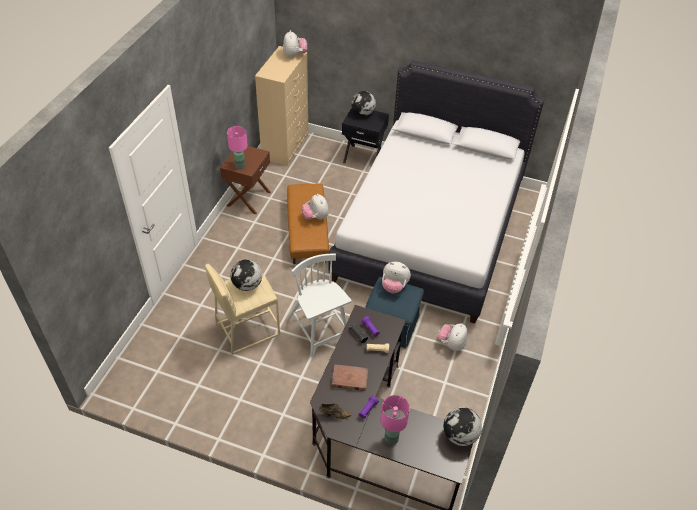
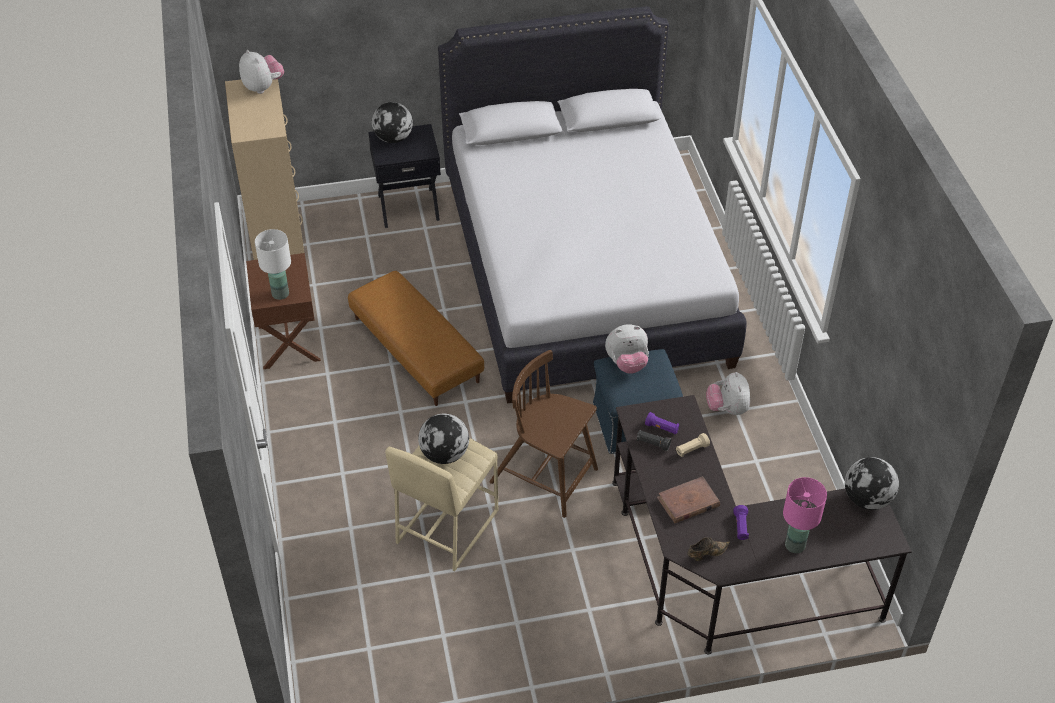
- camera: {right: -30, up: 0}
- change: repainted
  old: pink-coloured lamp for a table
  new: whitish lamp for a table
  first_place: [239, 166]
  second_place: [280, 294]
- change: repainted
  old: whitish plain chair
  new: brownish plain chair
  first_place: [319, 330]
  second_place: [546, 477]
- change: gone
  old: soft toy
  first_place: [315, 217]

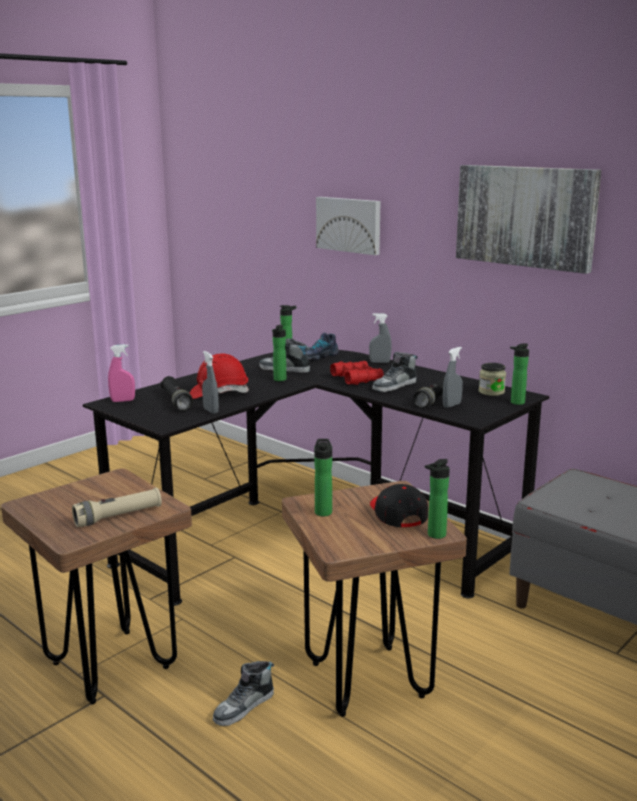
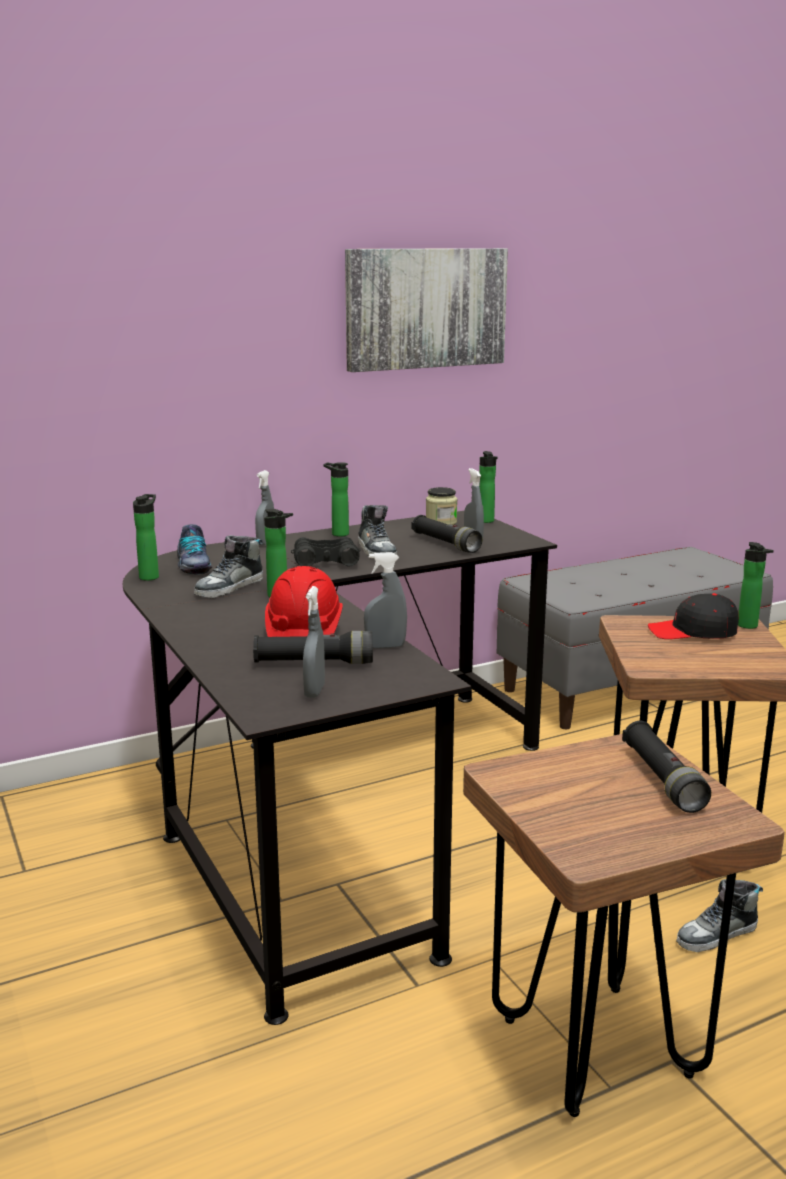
- camera: {right: -70, up: 0}
- change: repainted
  old: red field glasses
  new: blackish field glasses
  first_place: [357, 379]
  second_place: [325, 561]
- change: new
  new: gray spray bottle
  second_place: [314, 691]
- change: shifted
  old: bottle
  first_place: [323, 511]
  second_place: [337, 534]
- change: repainted
  old: beige-coloured torch
  new: blackish torch
  first_place: [118, 517]
  second_place: [662, 780]
- change: rotated
  old: item of footwear
  first_place: [244, 707]
  second_place: [717, 935]
  degrees: 90
- change: gone
  old: pink-coloured spray bottle
  first_place: [123, 401]
- change: gone
  old: wall picture
  first_place: [349, 225]

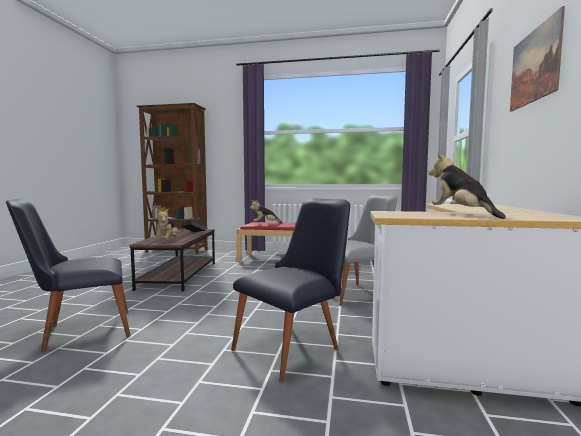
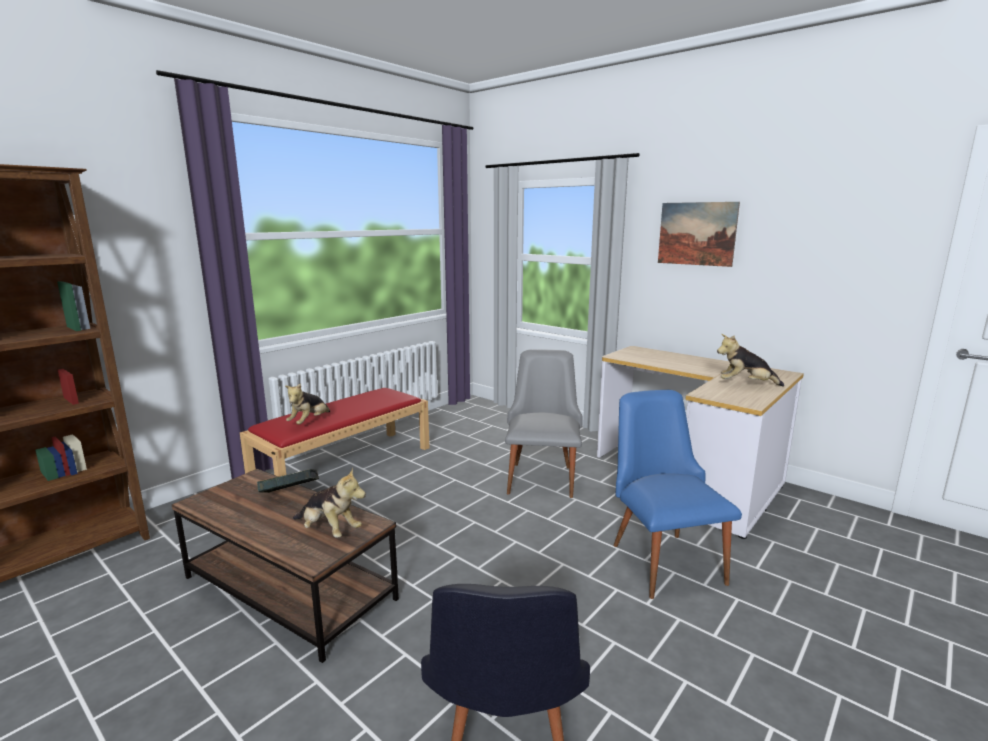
- camera: {right: -60, up: 10}
- change: repainted
  old: blackish plain chair
  new: blue-coloured plain chair
  first_place: [295, 347]
  second_place: [662, 557]

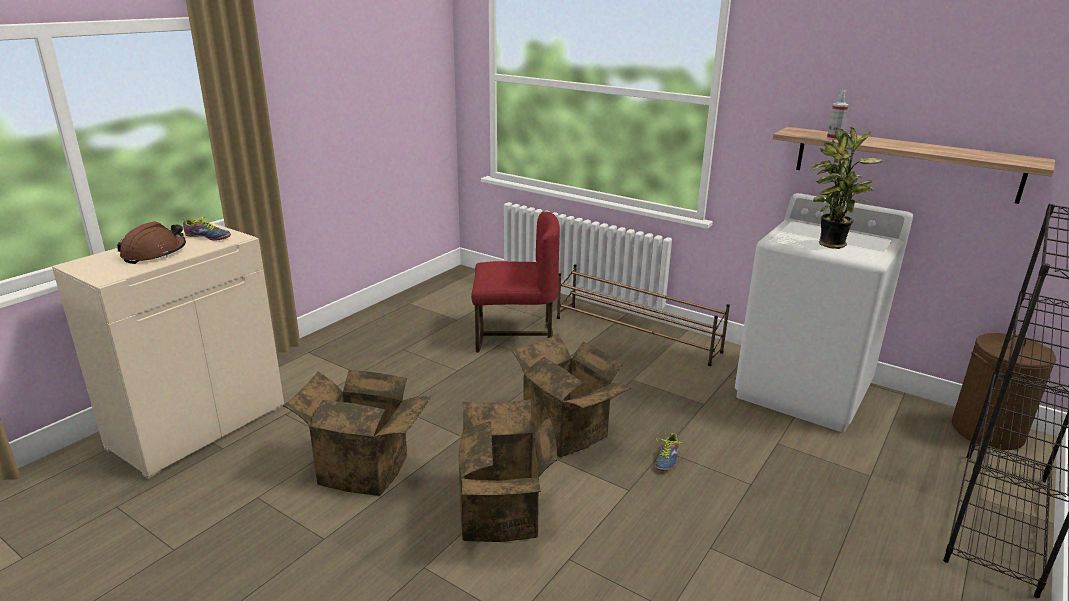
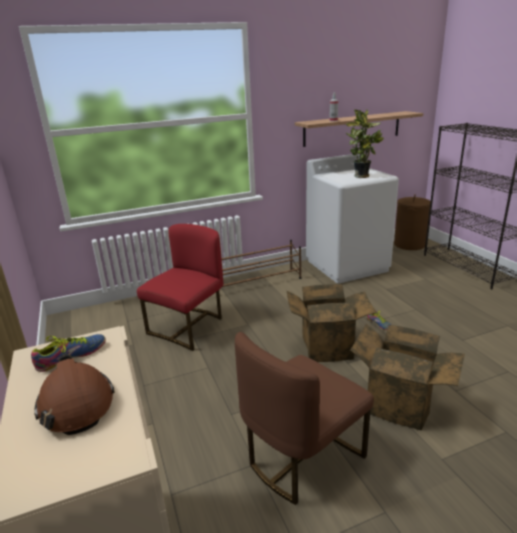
- camera: {right: -55, up: 0}
- change: swapped
  old: packing box
  new: brownish plain chair
  first_place: [367, 467]
  second_place: [302, 457]

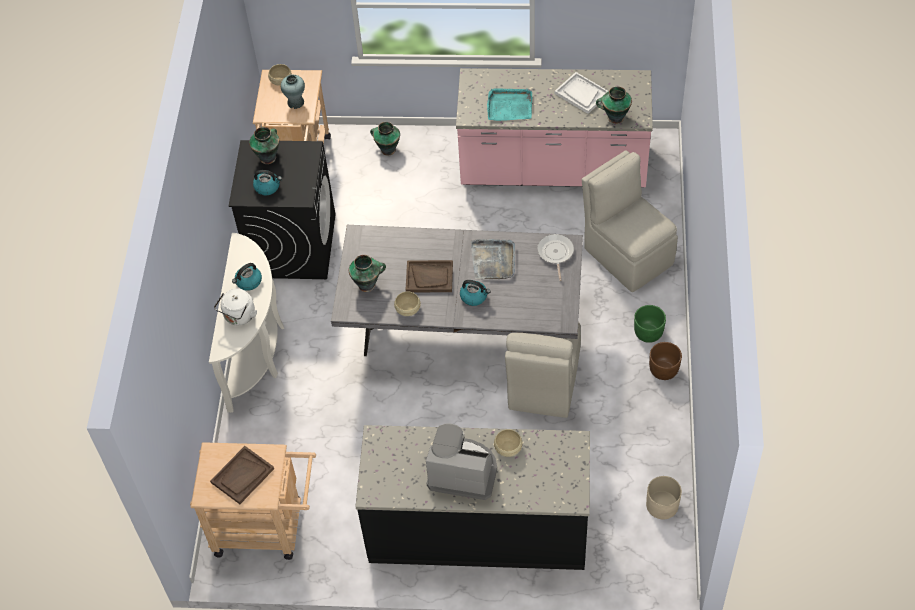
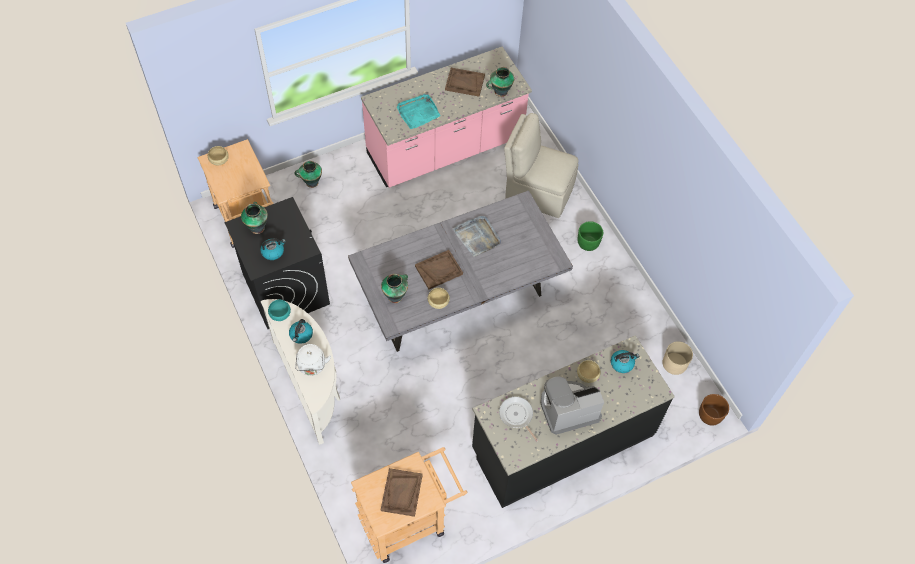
- camera: {right: -35, up: 5}
- change: new
  new: turquoise serving bowl
  second_place: [280, 313]
- change: repainted
  old: whitish tray
  new: brownish tray
  first_place: [581, 94]
  second_place: [464, 83]
- change: shifted
  old: skillet
  first_place: [555, 253]
  second_place: [517, 416]
- change: shifted
  old: water kettle
  first_place: [474, 296]
  second_place: [622, 363]
- change: shifted
  old: brownish planter
  first_place: [664, 370]
  second_place: [710, 415]
- change: gone
  old: turquoise decorative vase
  first_place: [296, 102]
- change: gone
  old: beige-coloured plain chair
  first_place: [543, 384]

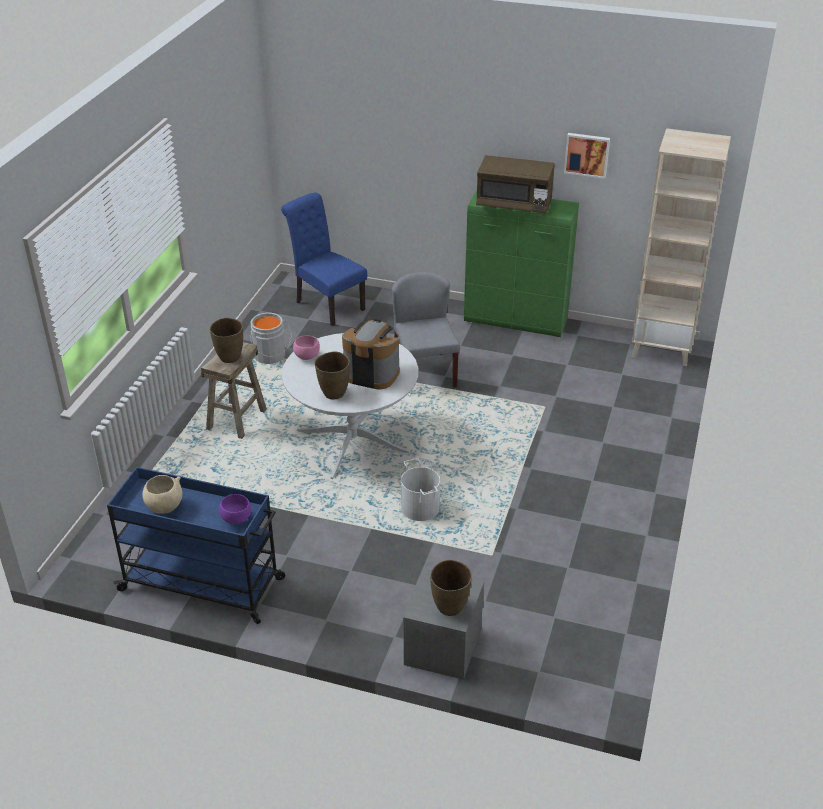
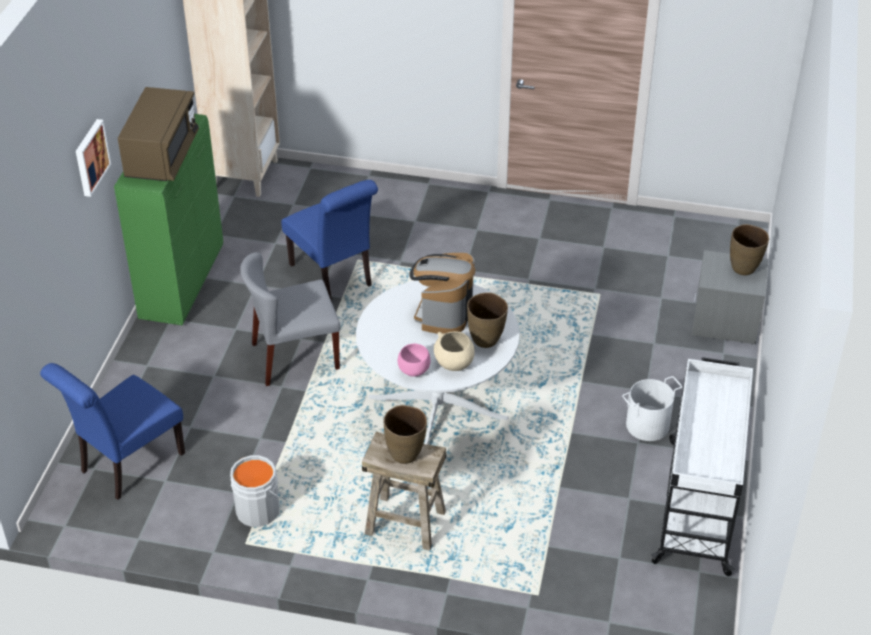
- camera: {right: -95, up: 5}
- change: shifted
  old: wall picture
  first_place: [587, 154]
  second_place: [90, 157]
- change: new
  new: blue-coloured plain chair
  second_place: [334, 278]
- change: shifted
  old: beige-coloured serving bowl
  first_place: [164, 506]
  second_place: [454, 364]
- change: shifted
  old: whitish bucket
  first_place: [420, 508]
  second_place: [647, 424]
- change: repainted
  old: blue-coloured cart
  new: whitish cart
  first_place: [204, 585]
  second_place: [698, 504]
- change: gone
  old: purple serving bowl
  first_place: [237, 519]

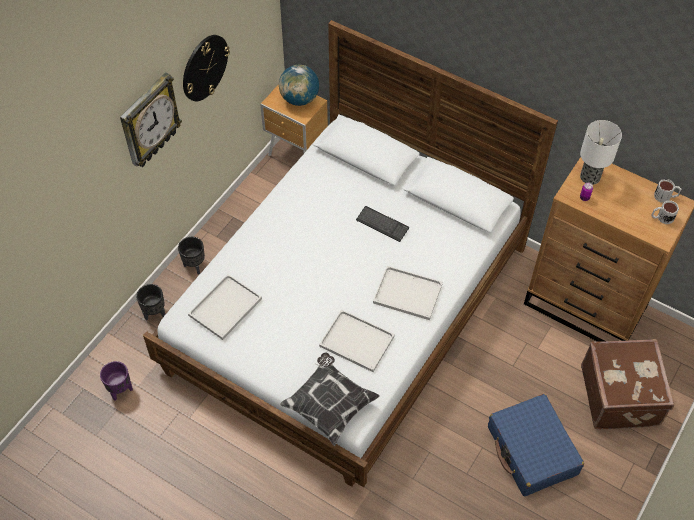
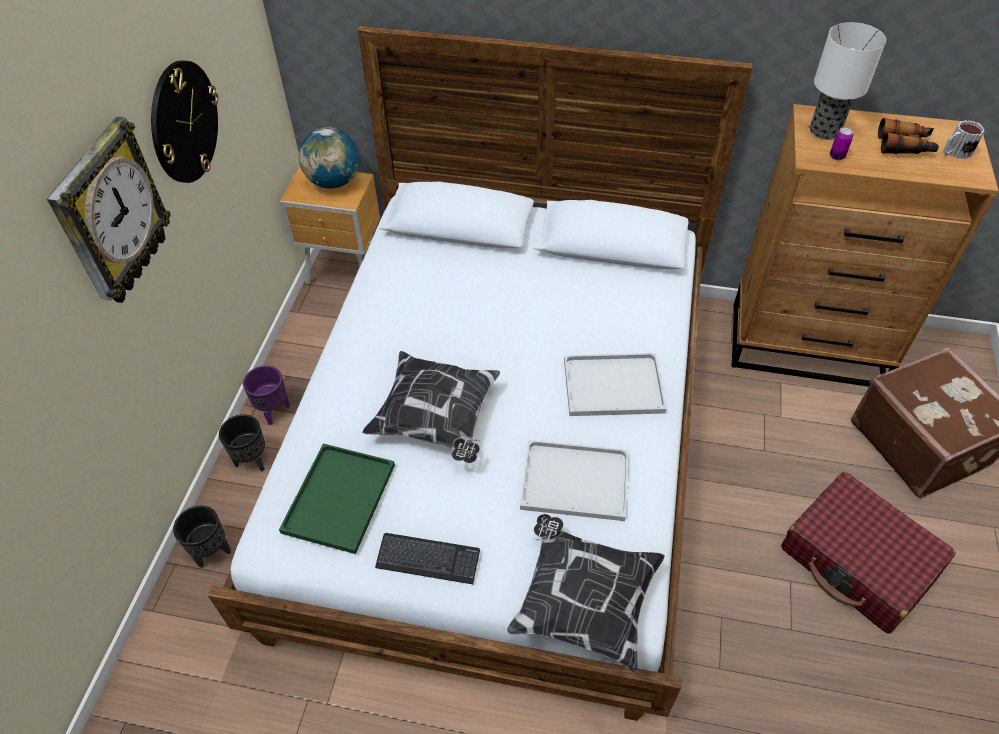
- camera: {right: -20, up: -5}
- change: shifted
  old: purple planter
  first_place: [120, 390]
  second_place: [273, 411]
- change: repainted
  old: whitish tray
  new: green-coloured tray
  first_place: [225, 308]
  second_place: [339, 500]
- change: new
  new: cushion
  second_place: [437, 420]
- change: shifted
  old: PC keyboard
  first_place: [382, 224]
  second_place: [428, 559]
- change: repainted
  old: blue-coloured piece of luggage
  new: red piece of luggage
  first_place: [532, 451]
  second_place: [858, 561]
- change: new
  new: field glasses
  second_place: [905, 146]
- change: gone
  old: tea mug
  first_place: [665, 196]

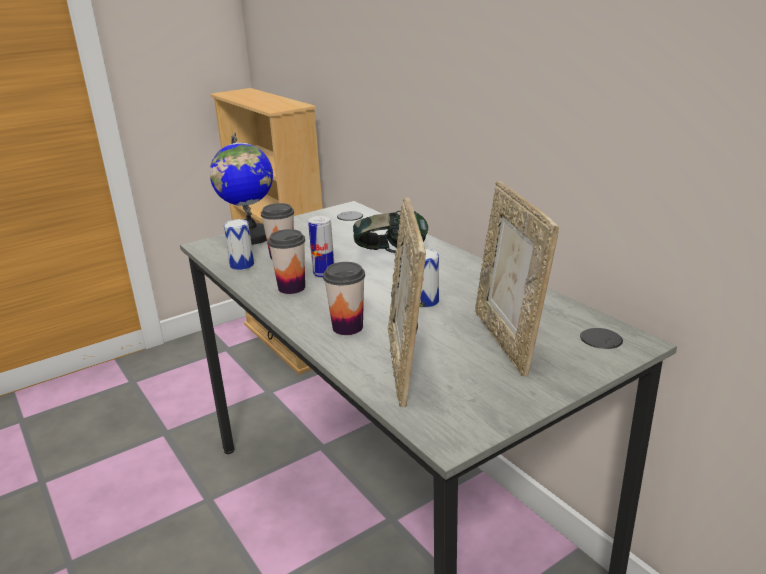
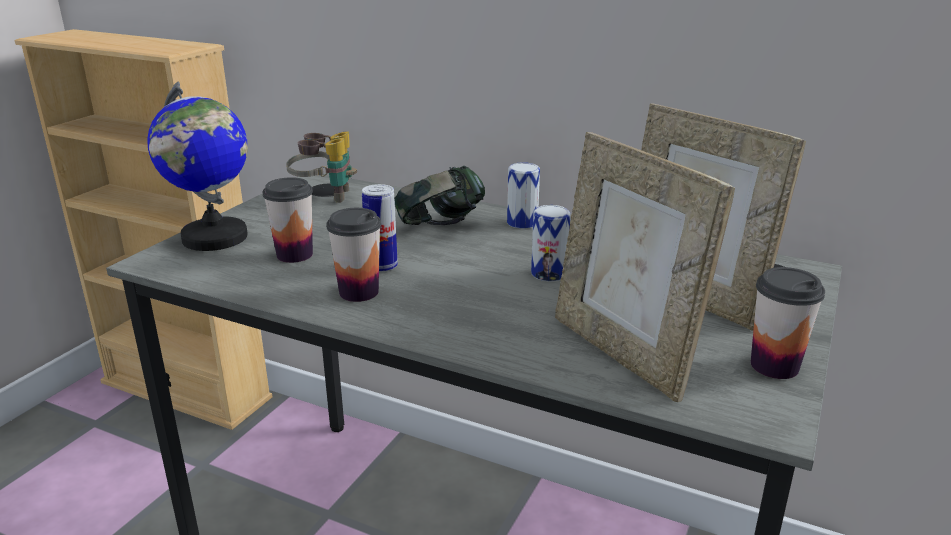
- camera: {right: -30, up: 0}
- change: new
  new: field glasses
  second_place: [325, 196]
- change: shifted
  old: can
  first_place: [242, 265]
  second_place: [522, 222]
- change: shifted
  old: drinking cup
  first_place: [347, 327]
  second_place: [774, 366]

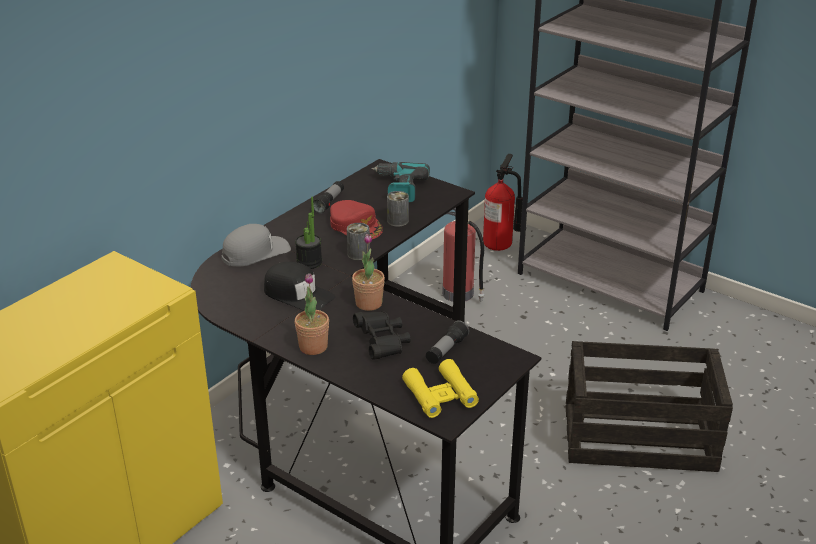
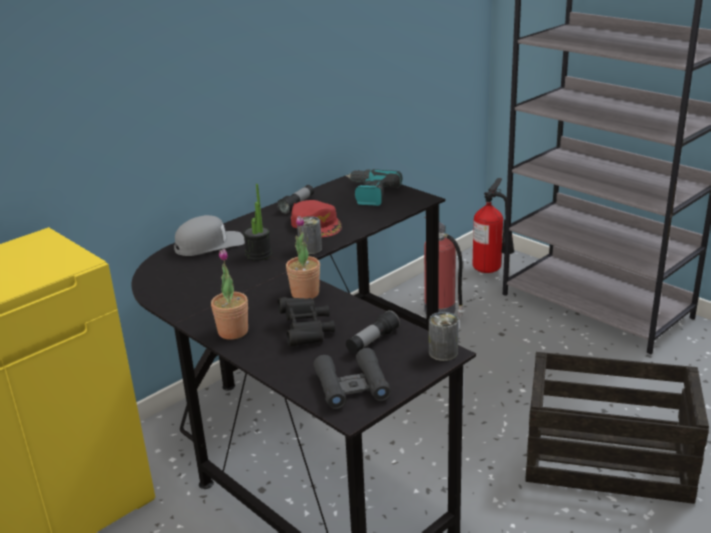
- camera: {right: 10, up: -5}
- change: repainted
  old: yellow field glasses
  new: blackish field glasses
  first_place: [440, 395]
  second_place: [352, 386]
- change: shifted
  old: can
  first_place: [398, 221]
  second_place: [443, 352]
- change: gone
  old: blackish peaked cap
  first_place: [297, 295]

